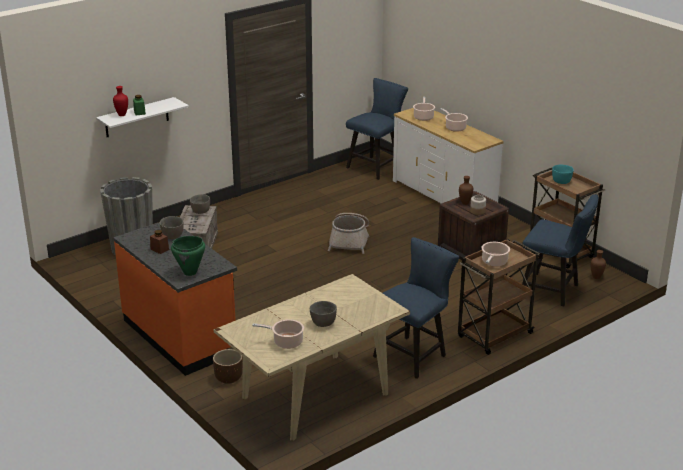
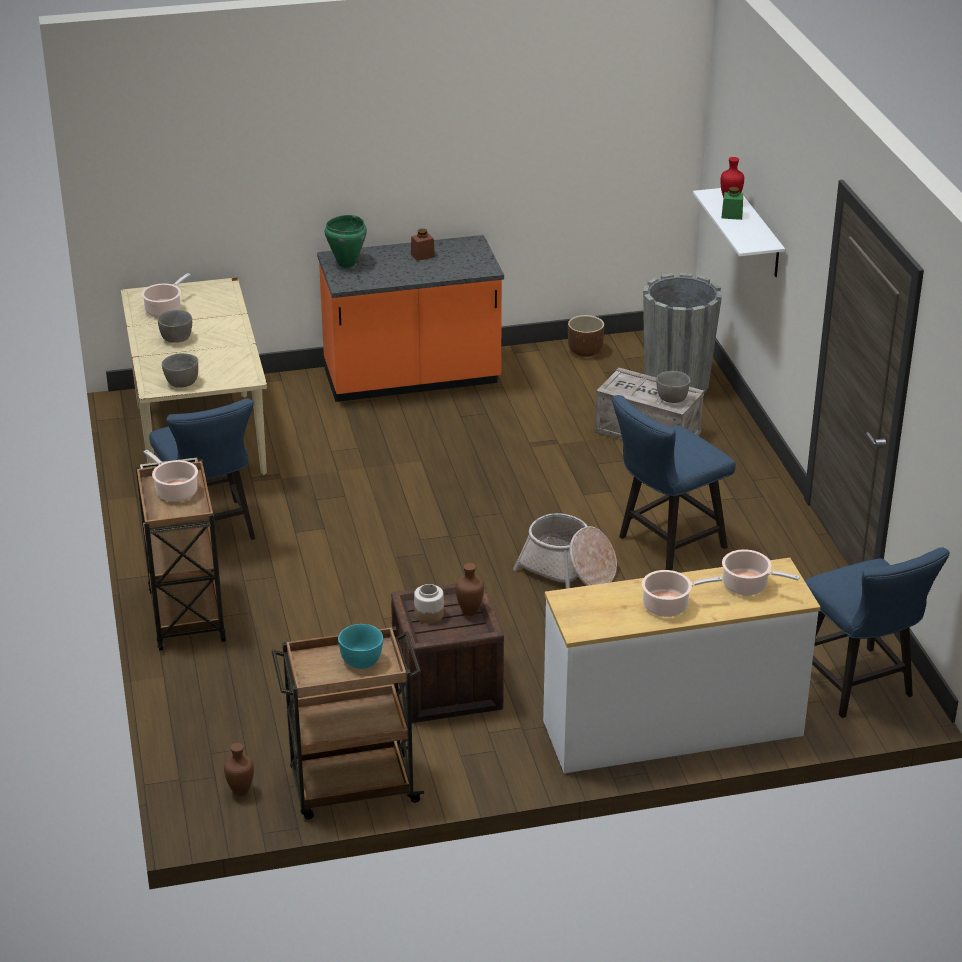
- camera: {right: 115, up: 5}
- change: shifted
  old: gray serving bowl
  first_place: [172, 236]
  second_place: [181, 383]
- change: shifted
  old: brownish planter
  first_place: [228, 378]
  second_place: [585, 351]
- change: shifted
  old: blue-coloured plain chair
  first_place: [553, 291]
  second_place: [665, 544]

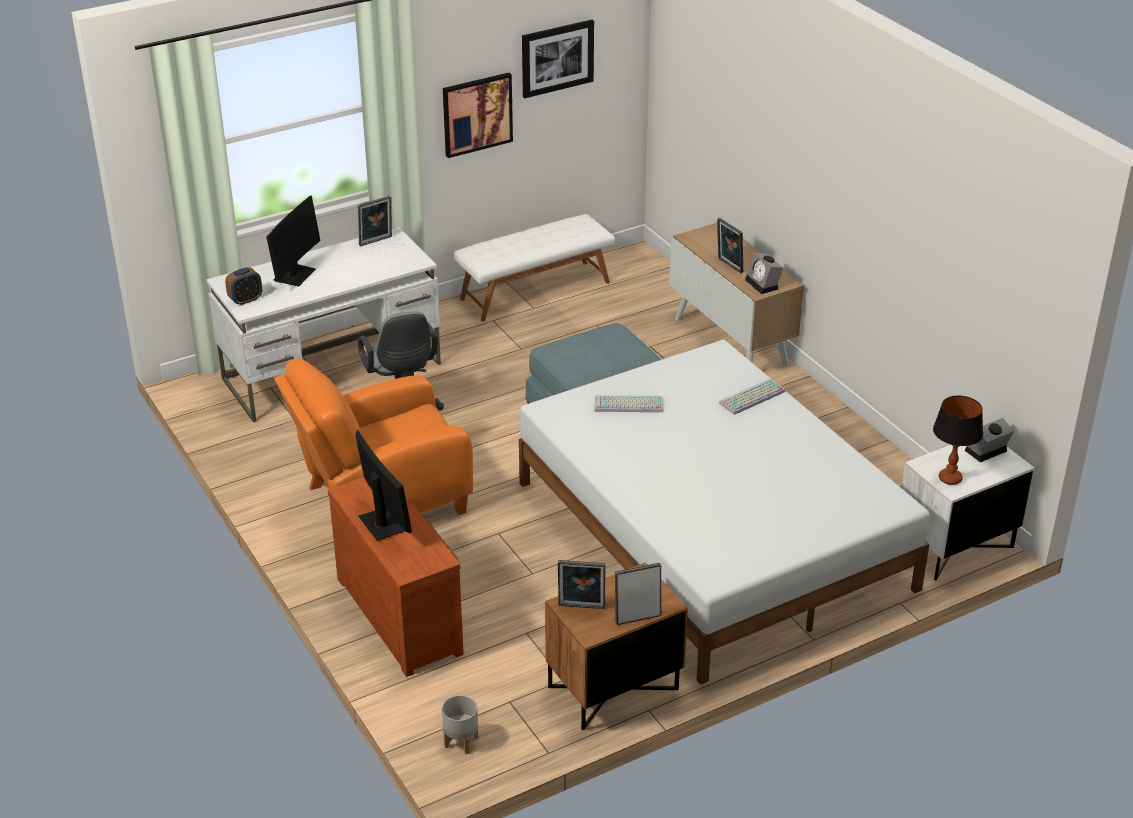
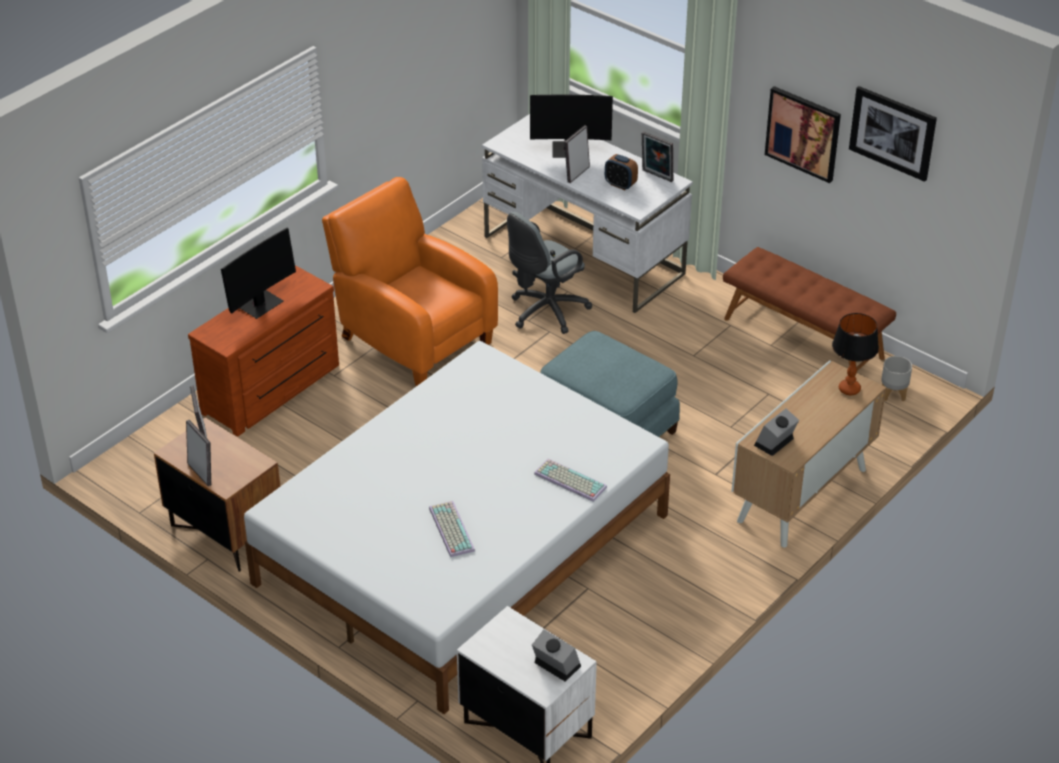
- camera: {right: 70, up: 5}
- change: shifted
  old: PC keyboard
  first_place: [627, 405]
  second_place: [450, 529]
- change: shifted
  old: picture frame
  first_place: [728, 266]
  second_place: [576, 174]
- change: shifted
  old: bedside clock
  first_place: [245, 300]
  second_place: [620, 185]
- change: repainted
  old: whitish long seat
  new: brownish long seat
  first_place: [535, 290]
  second_place: [804, 337]
- change: shifted
  old: lamp for a table
  first_place: [950, 479]
  second_place: [849, 389]
- change: shifted
  old: gray planter
  first_place: [461, 742]
  second_place: [893, 394]

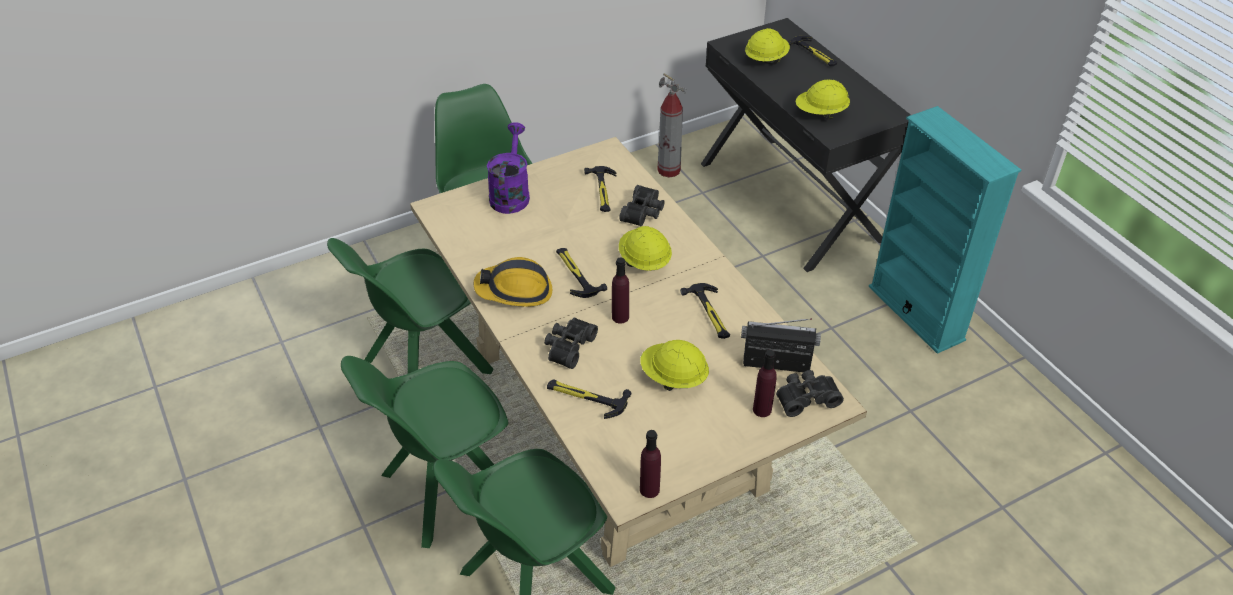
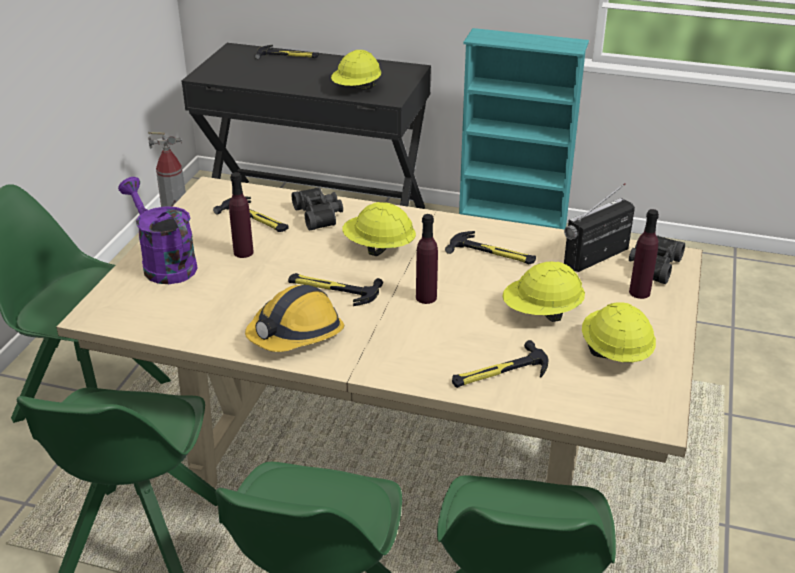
- camera: {right: -45, up: -10}
- change: shifted
  old: purple bottle
  first_place: [649, 489]
  second_place: [243, 252]
- change: shifted
  old: yellow work helmet
  first_place: [765, 60]
  second_place: [615, 353]
- change: gone
  old: blackish field glasses
  first_place: [568, 347]

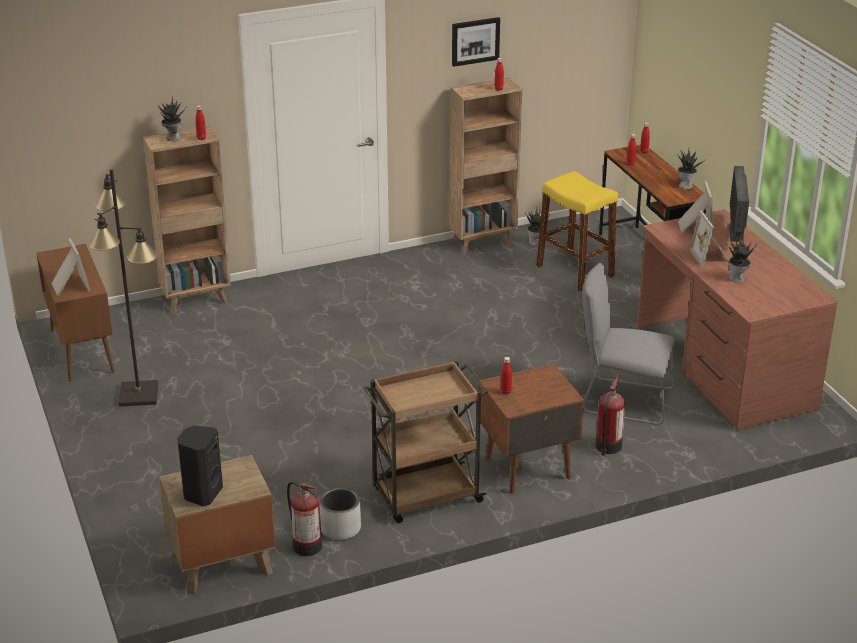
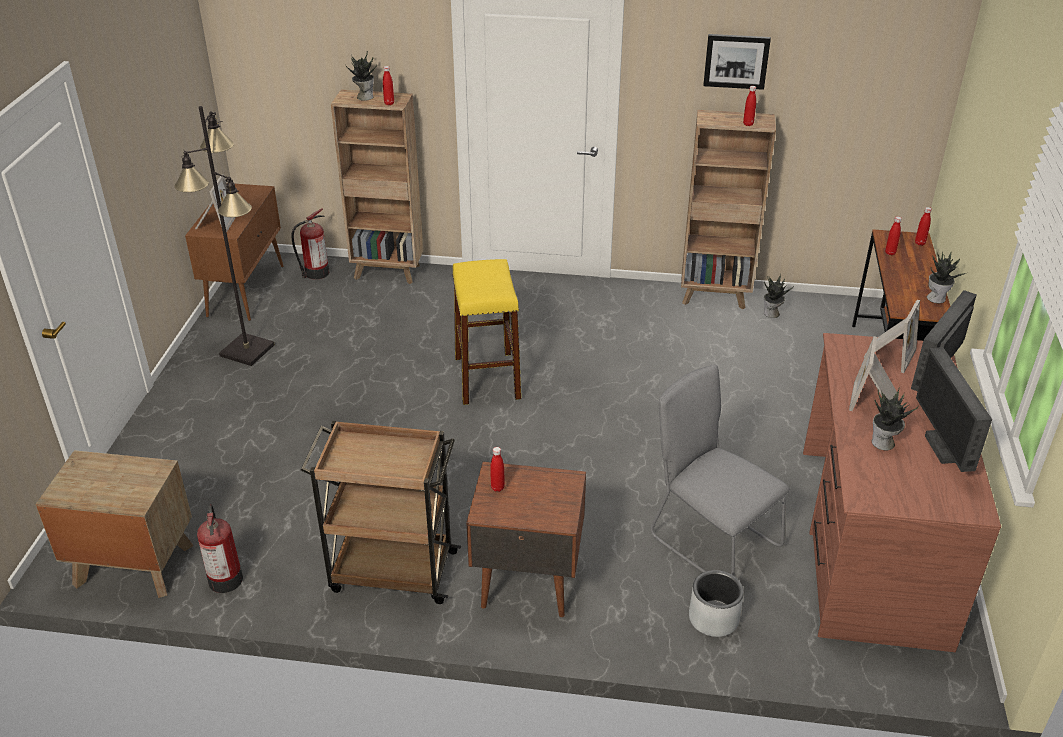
- camera: {right: 30, up: 5}
- change: shifted
  old: fire-fighting cylinder
  first_place: [608, 447]
  second_place: [315, 273]
- change: shifted
  old: yellow stool
  first_place: [575, 271]
  second_place: [487, 377]
- change: shifted
  old: gray planter
  first_place: [340, 528]
  second_place: [713, 618]
- change: new
  new: computer display
  second_place: [941, 449]
- change: gone
  old: blackish audio speaker
  first_place: [202, 493]

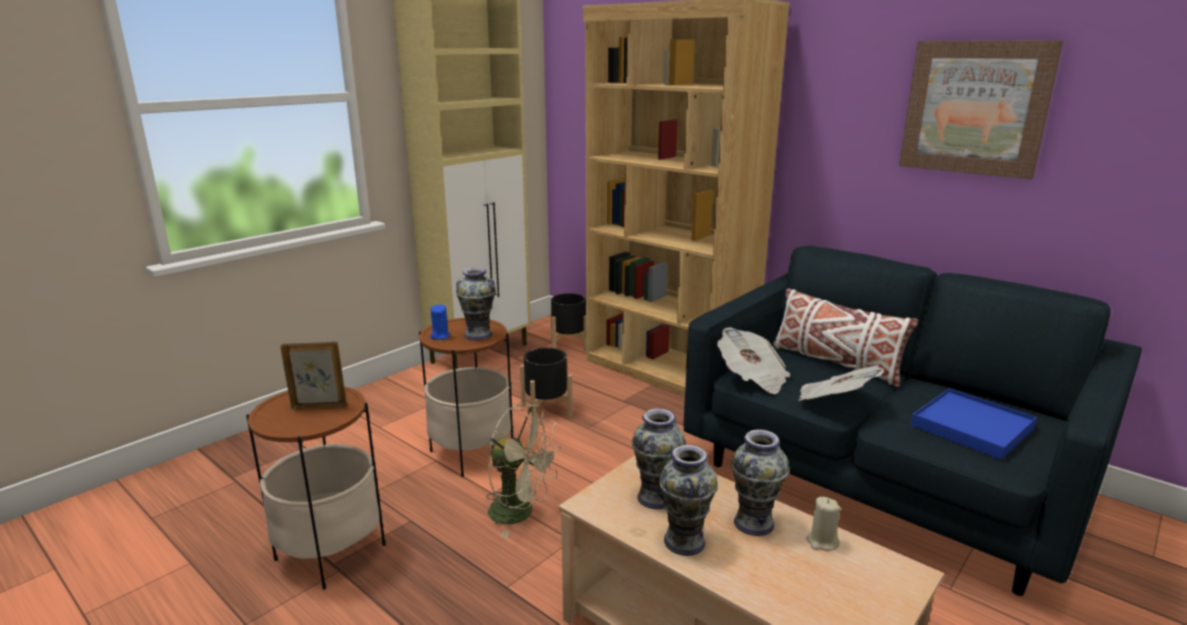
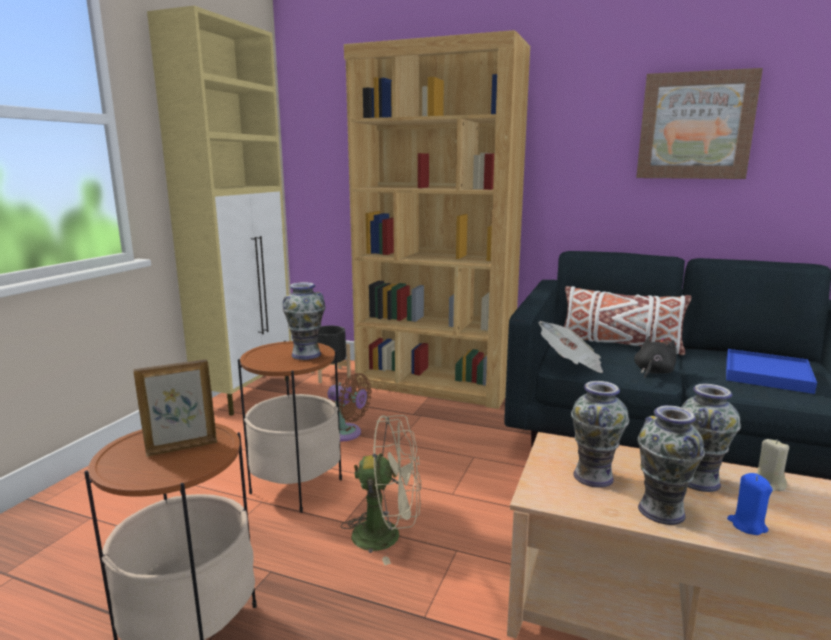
- camera: {right: -20, up: -5}
- change: swapped
  old: blackish planter
  new: brownish fan
  first_place: [546, 410]
  second_place: [347, 434]
- change: swapped
  old: printed paper
  new: blackish soft toy
  first_place: [834, 402]
  second_place: [652, 372]
- change: shifted
  old: blue-coloured wax light
  first_place: [440, 336]
  second_place: [747, 525]

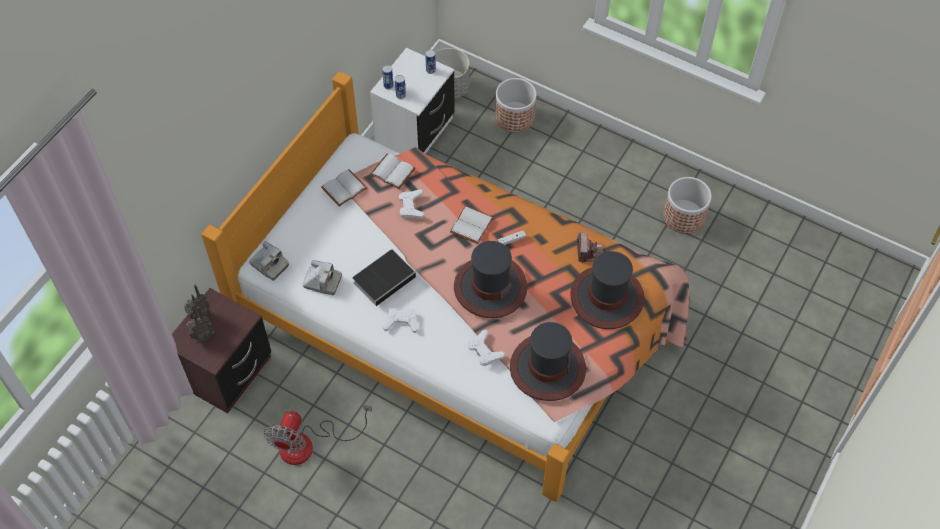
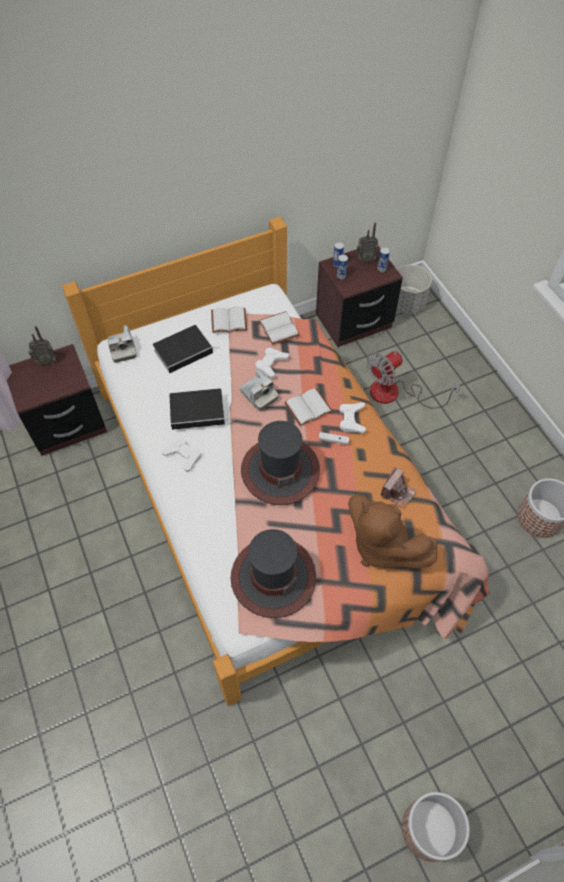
- camera: {right: 35, up: 0}
- change: new
  new: book
  second_place: [184, 350]
- change: shifted
  old: photo camera
  first_place: [322, 282]
  second_place: [258, 395]
- change: repainted
  old: whitish night table
  new: brownish night table
  first_place: [414, 130]
  second_place: [353, 321]
- change: shifted
  old: whitish gamepad
  first_place: [484, 350]
  second_place: [352, 420]
- change: swapped
  old: clothing hat
  new: brownish soft toy
  first_place: [607, 298]
  second_place: [382, 545]
- change: shifted
  old: radio set
  first_place: [202, 337]
  second_place: [365, 260]
- change: shifted
  old: fan
  first_place: [308, 444]
  second_place: [395, 394]
- change: shifted
  old: planter
  first_place: [515, 117]
  second_place: [430, 828]

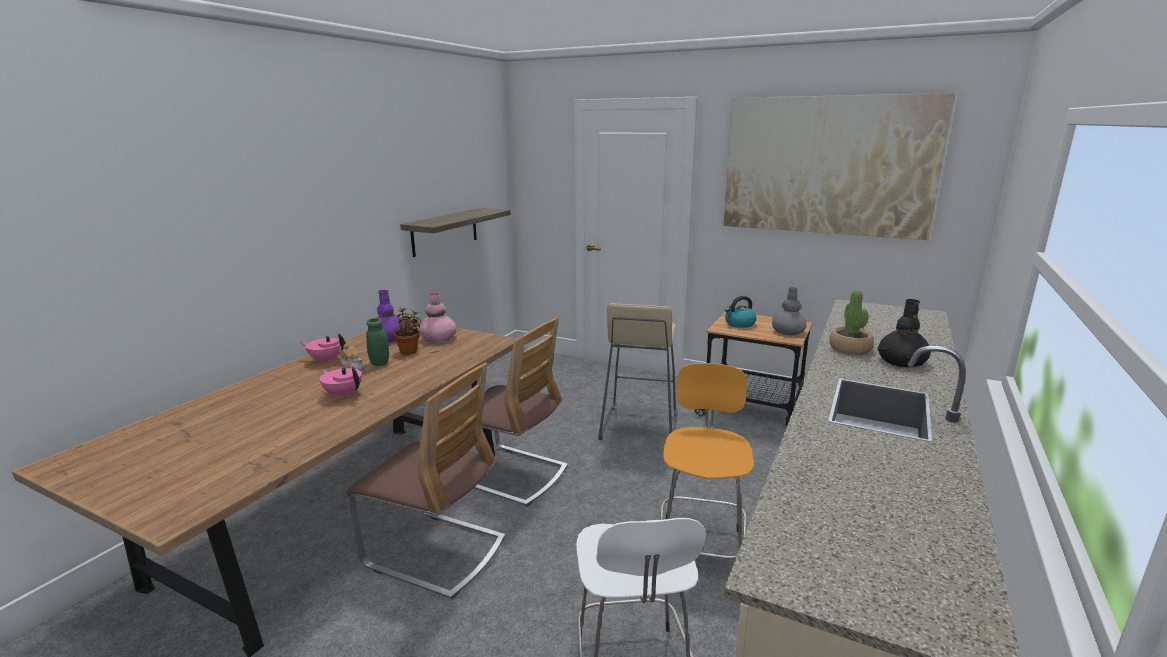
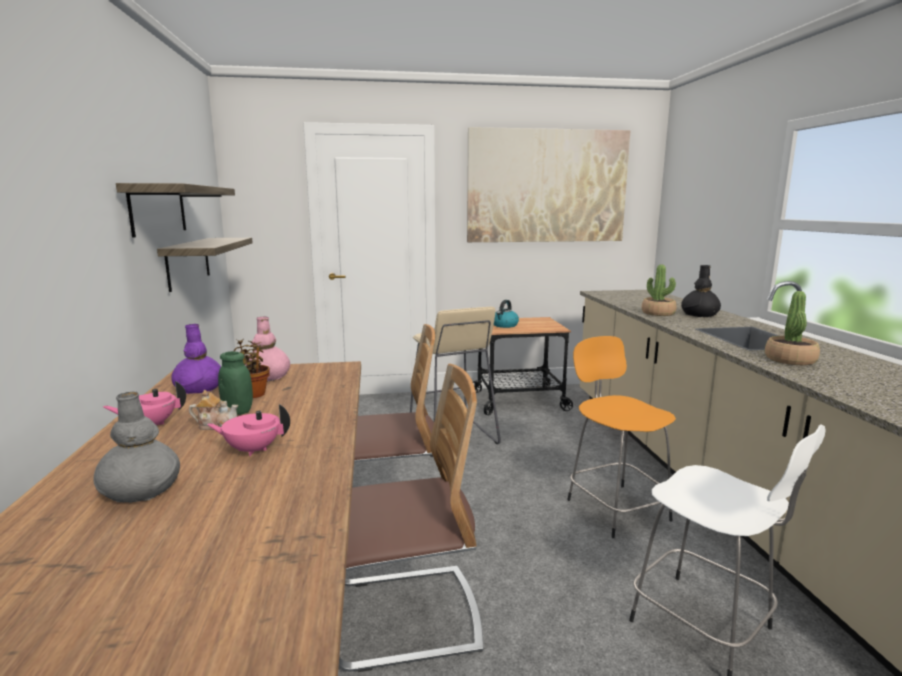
- camera: {right: -35, up: -5}
- change: shifted
  old: gray decorative vase
  first_place: [788, 332]
  second_place: [141, 489]
- change: new
  new: wall shelf
  second_place: [158, 210]
- change: new
  new: houseplant
  second_place: [790, 360]

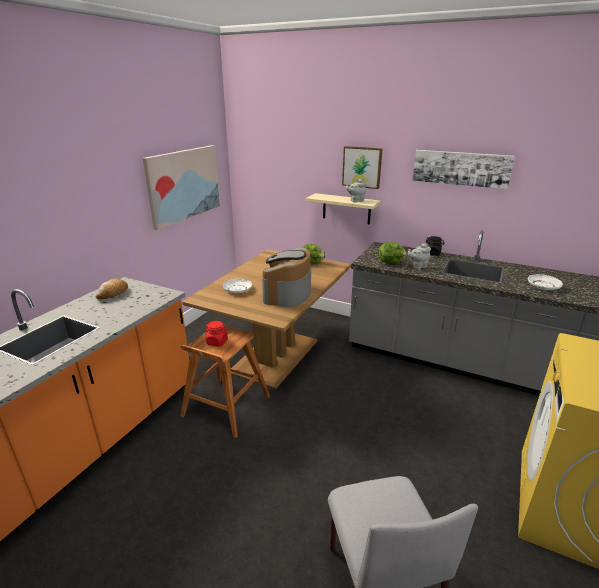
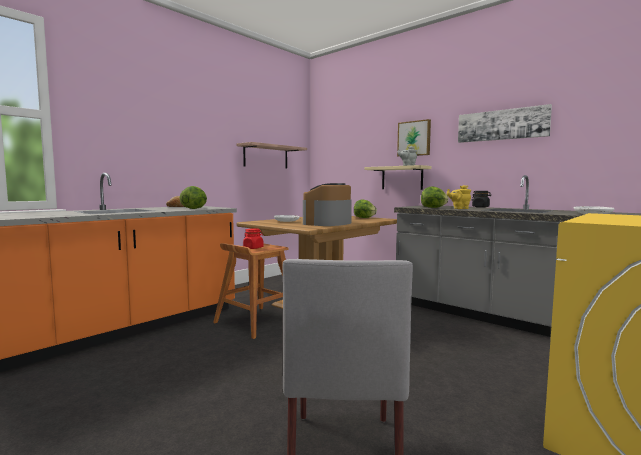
- camera: {right: 15, up: -20}
- change: new
  new: lettuce
  second_place: [194, 208]
- change: swapped
  old: wall picture
  new: wall shelf
  first_place: [183, 184]
  second_place: [266, 157]
- change: repainted
  old: gray teapot
  new: yellow teapot
  first_place: [418, 266]
  second_place: [459, 208]

